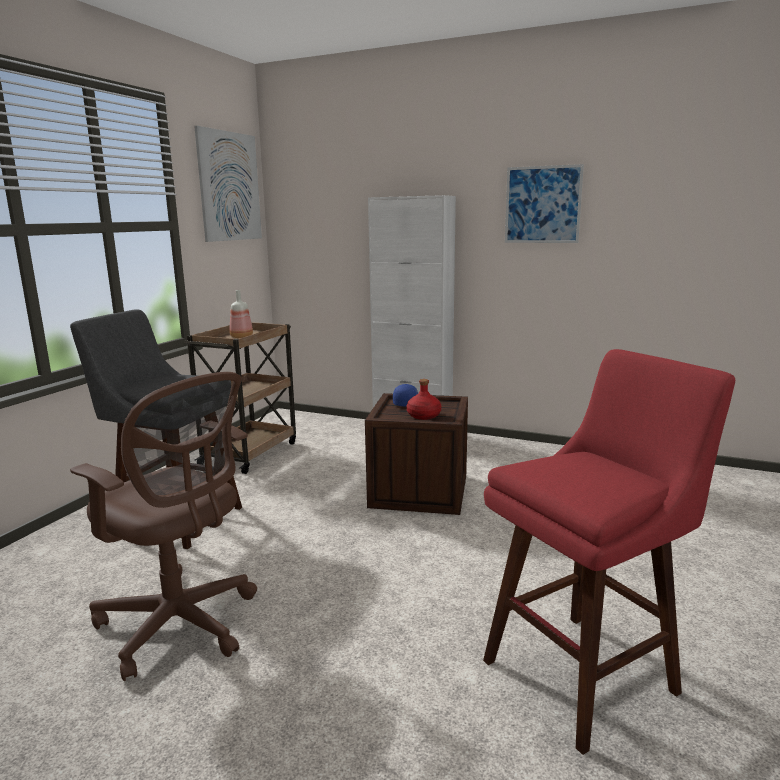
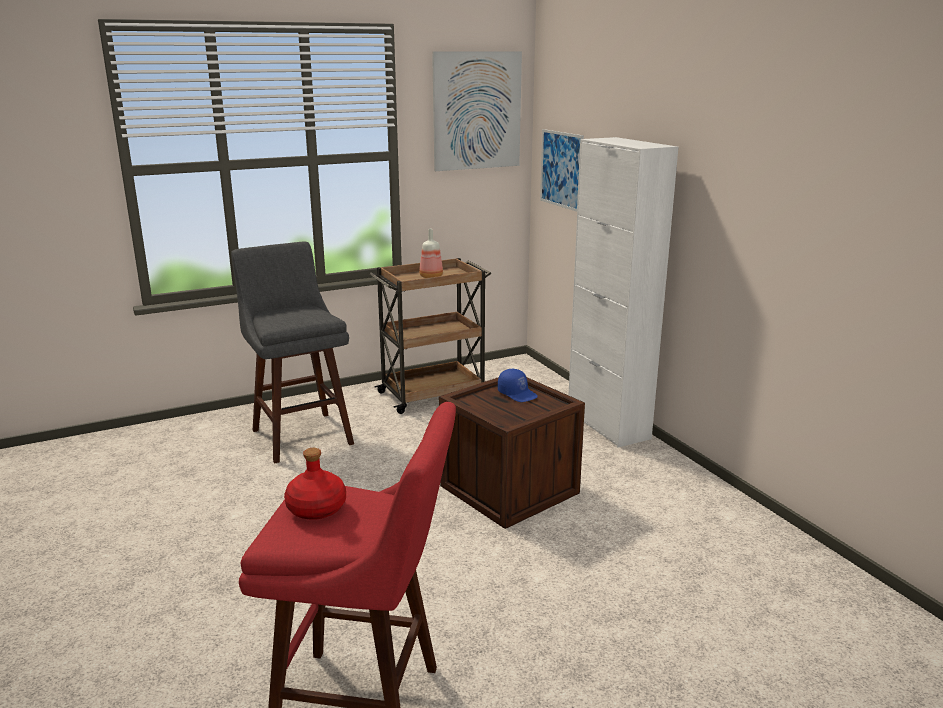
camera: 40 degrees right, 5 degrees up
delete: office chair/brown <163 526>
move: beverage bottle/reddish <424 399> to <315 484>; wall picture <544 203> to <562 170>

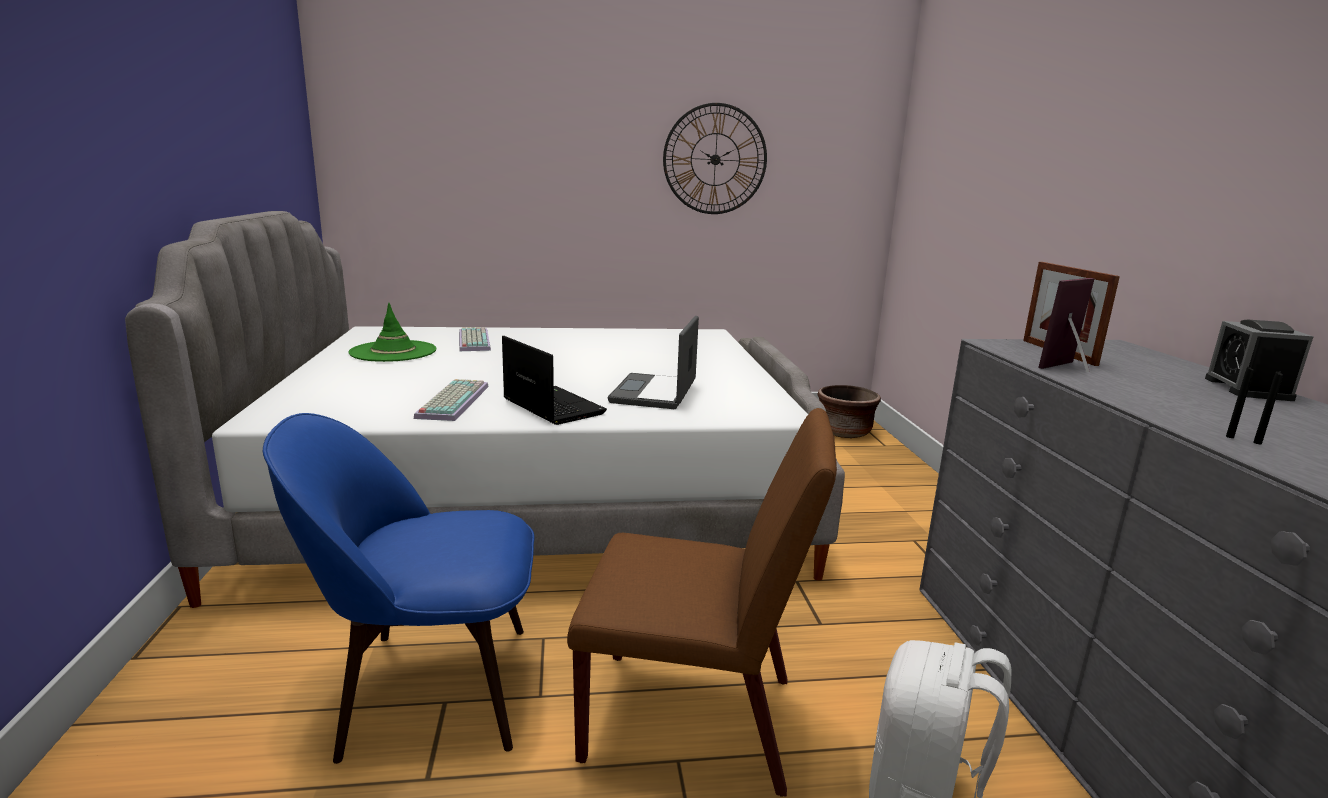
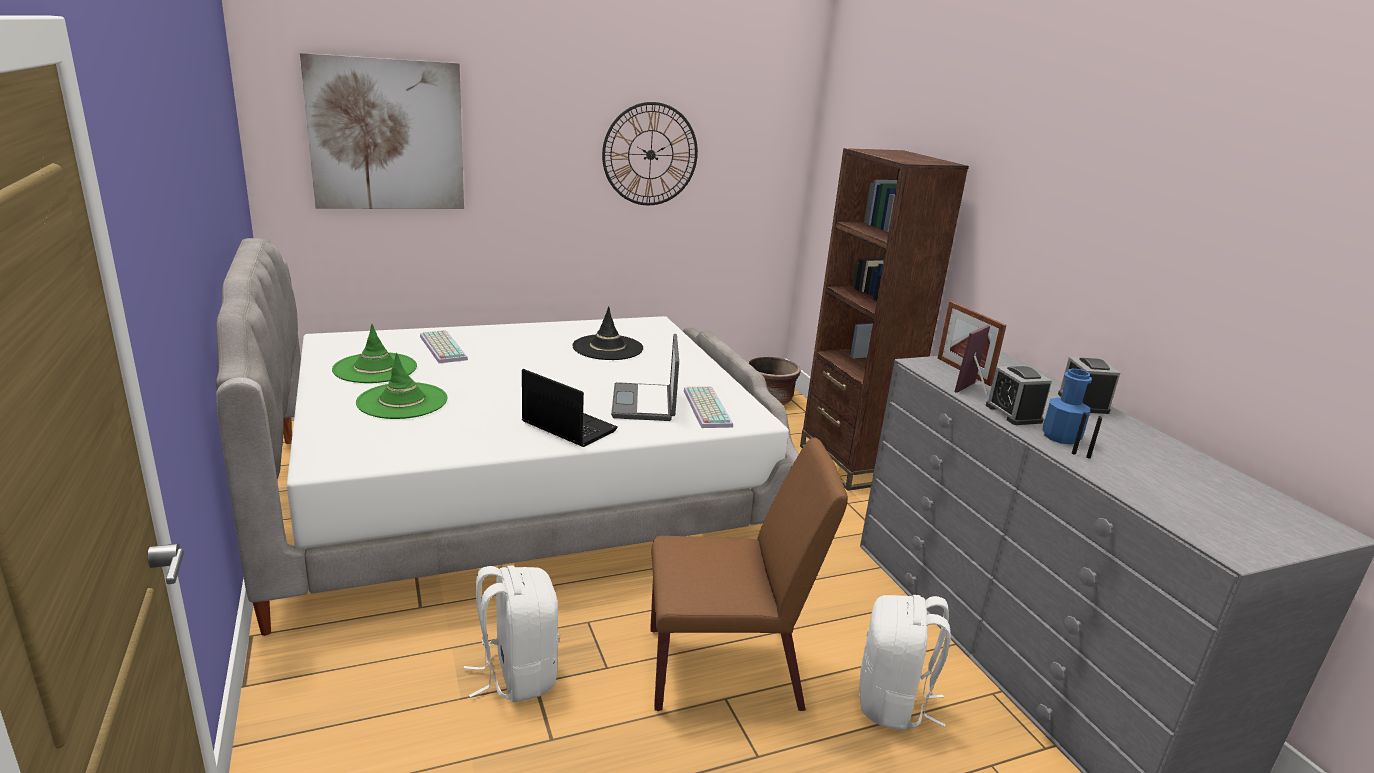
camera: 15 degrees left, 5 degrees up
insert: wall picture <382 131>; clothing hat/green <402 386>; clothing hat/black <607 333>; shelving unit/brown <884 319>; bedside clock <1019 395>; beverage bottle/blue-coloured <1067 407>
move: computer keyboard <451 400> to <708 407>
replace: chair/blue-coloured <398 588> to backpack/white <511 634>

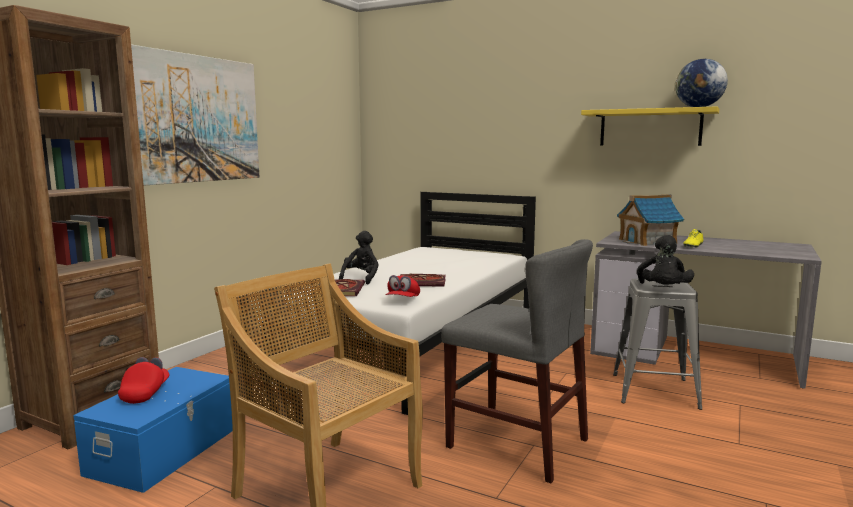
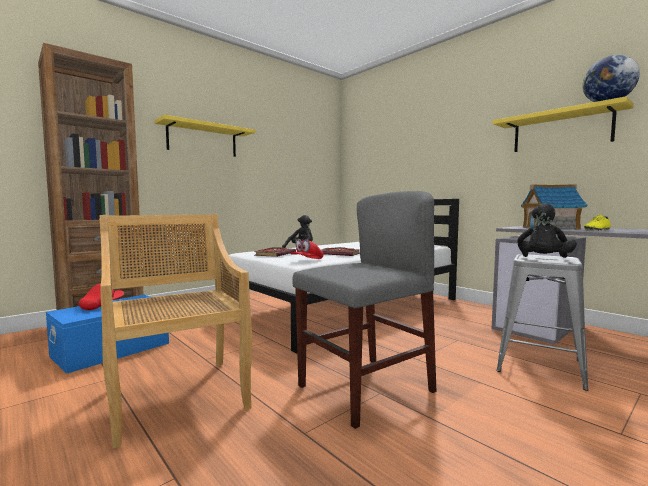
camera: 20 degrees right, 5 degrees down
replace: wall picture <195 114> to bracket shelf/yellow <205 136>
rotate: chair/greyish <517 361> = <364 310> 90 degrees counterclockwise

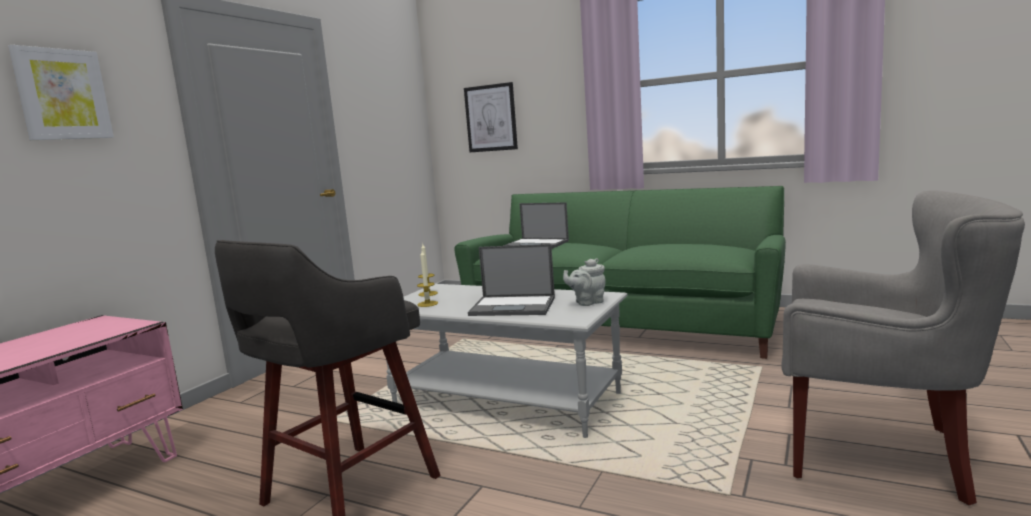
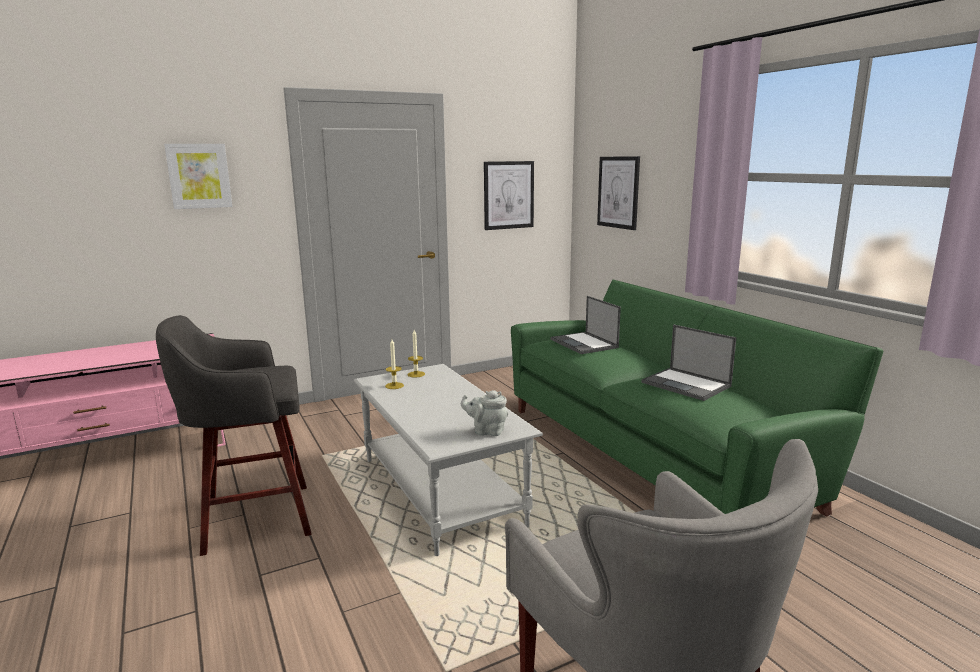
camera: 35 degrees right, 5 degrees up
insert: wall picture <509 195>
move: notebook computer <511 280> to <689 363>

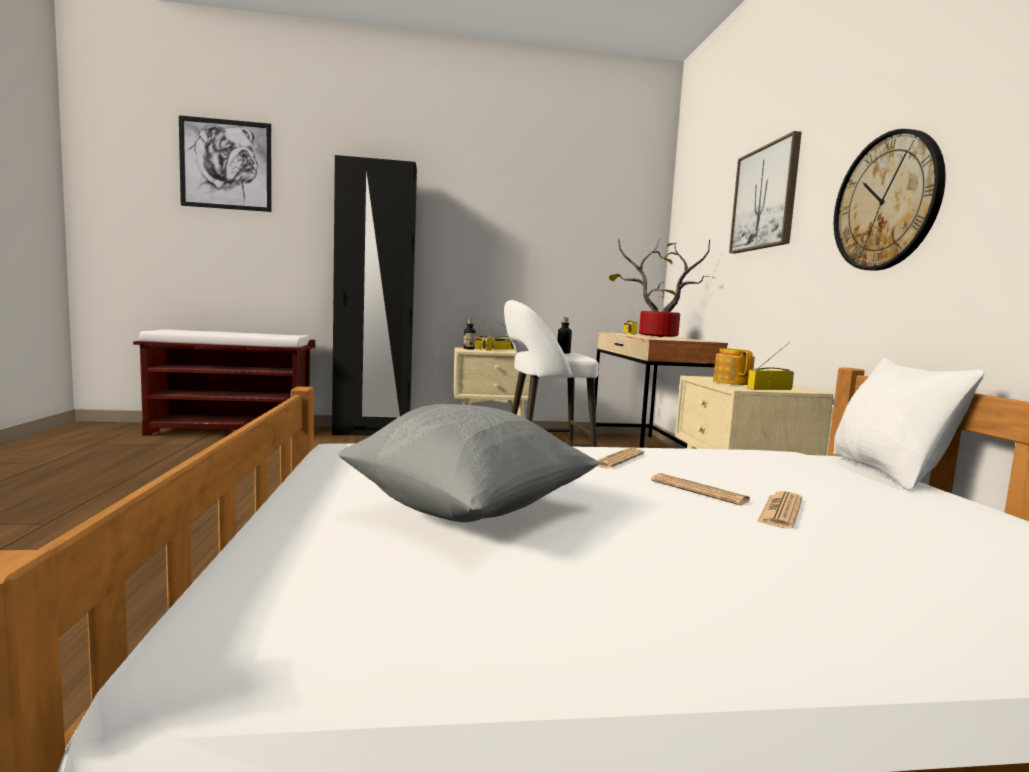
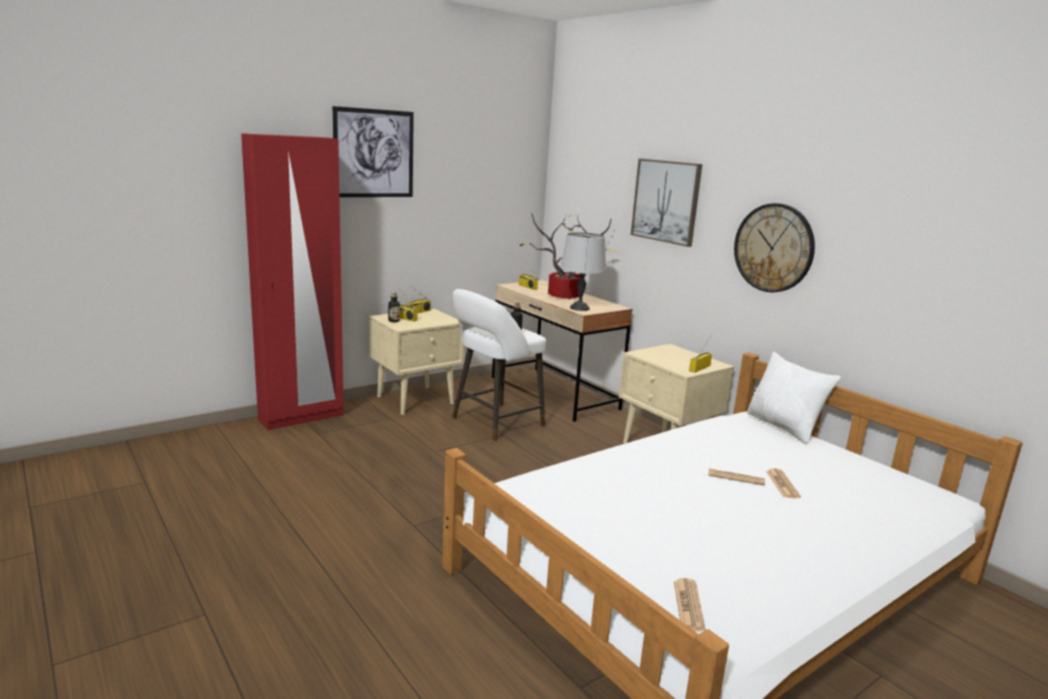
camera: 30 degrees left, 10 degrees up
delete: bench/brown <224 382>; pillow/greyish <469 463>; pot for tea <734 366>
insert: tabletop lamp/greyish <583 271>
move: wall picture <225 163> to <373 151>; daily paper <620 458> to <690 605>
recolor: clothes cupboard/black <374 295> to clothes cupboard/reddish <292 281>

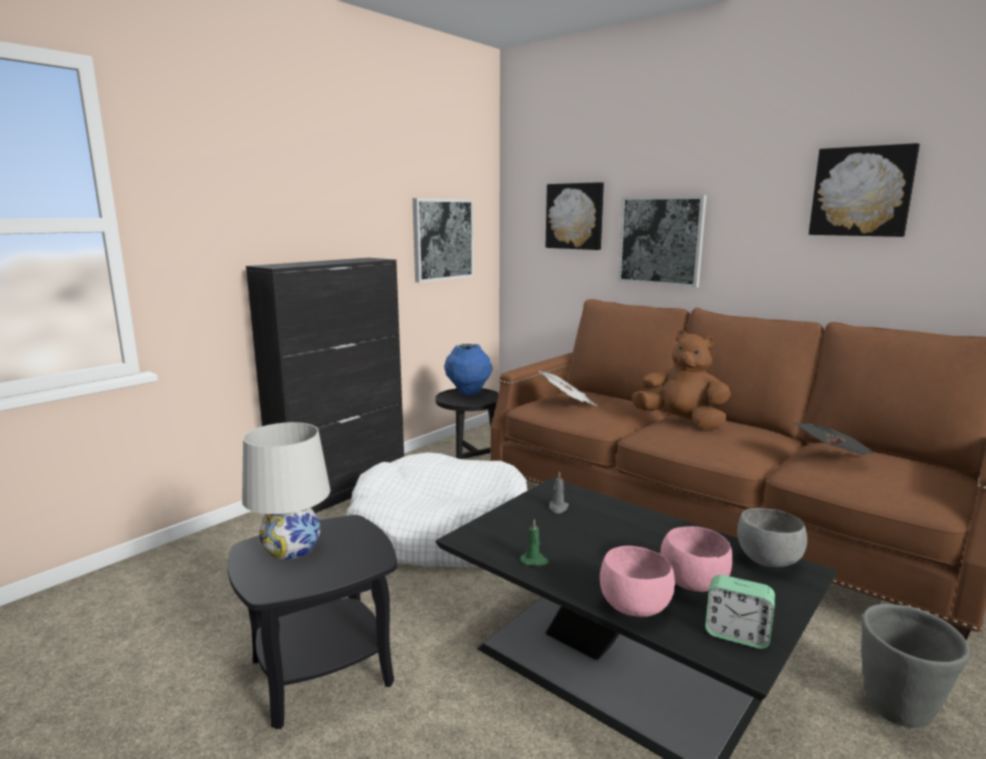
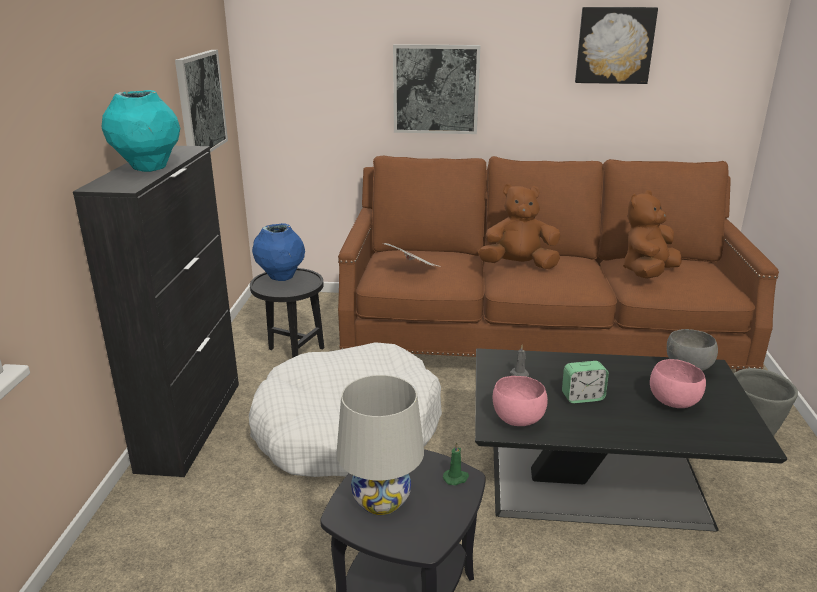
camera: 35 degrees left, 10 degrees up
delete: wall picture <575 216>
insert: decorative vase/turquoise <141 131>
move: wax candle/green <534 542> to <456 463>; serving bowl/pink <637 581> to <520 401>; bedside clock <740 612> to <585 382>
replace: daily paper <833 439> to plush toy/brown <652 234>

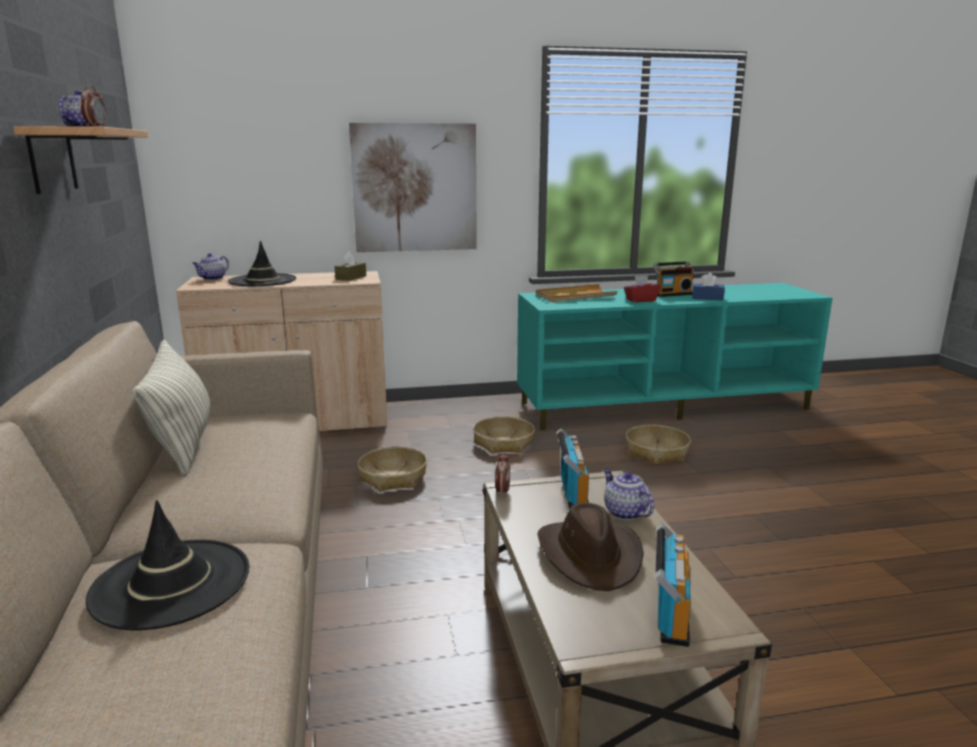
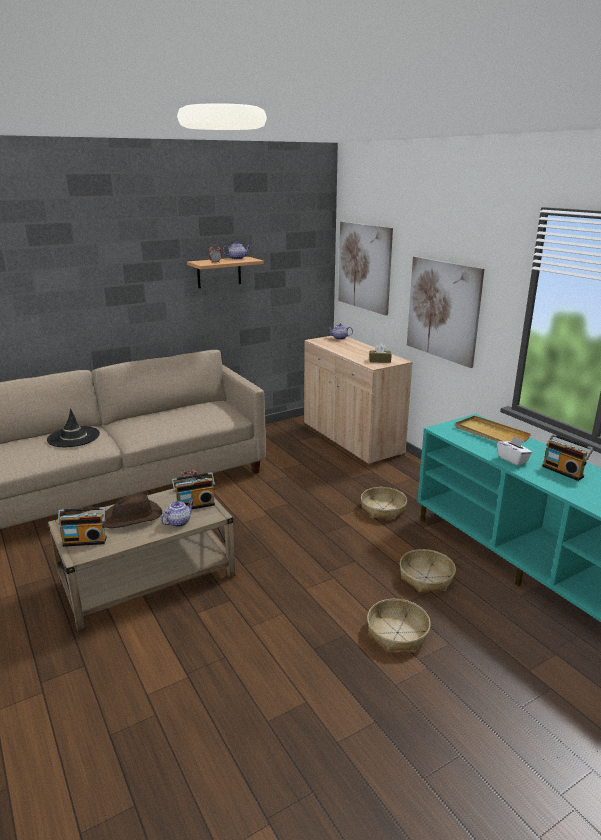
camera: 70 degrees right, 5 degrees up
delete: pillow <171 408>; clothing hat/black <262 263>; box of tissues/blue-coloured <708 287>
insert: wall picture <365 268>
move: storage basket <392 469> to <399 625>
recolor: box of tissues/reddish <642 288> to box of tissues/white <514 450>

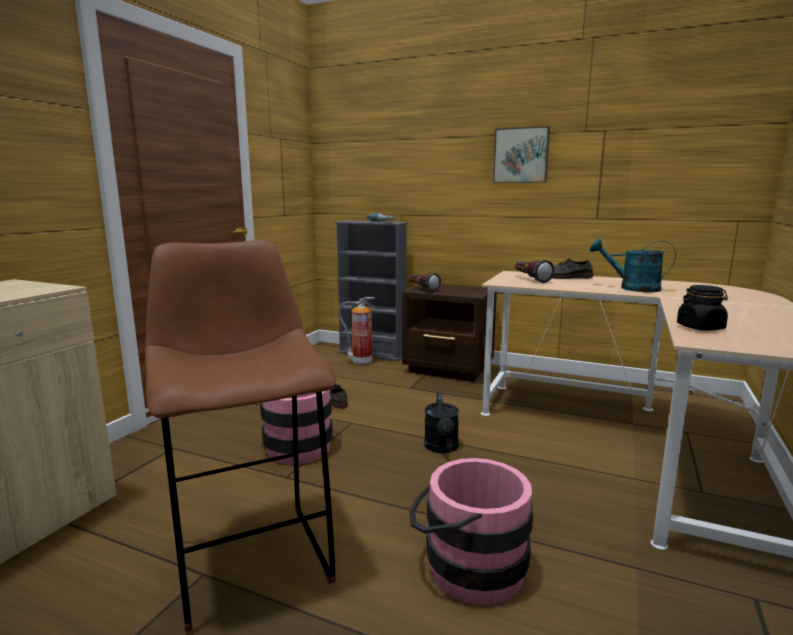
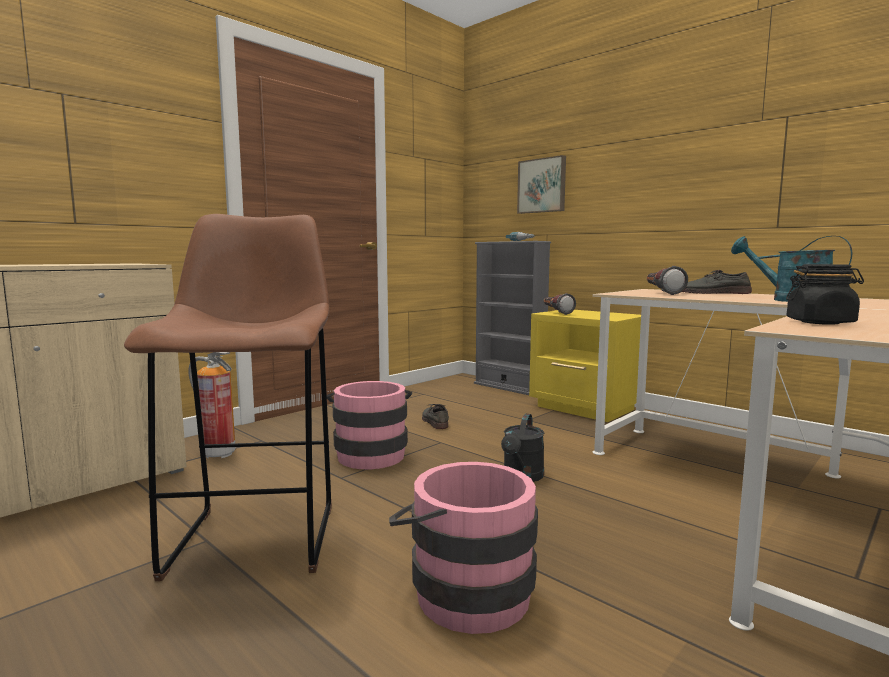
camera: 20 degrees right, 5 degrees down
move: fire extinguisher <357 331> to <212 405>; wall picture <521 154> to <541 184>
recolor: nightstand/brown <449 333> to nightstand/yellow <585 366>

